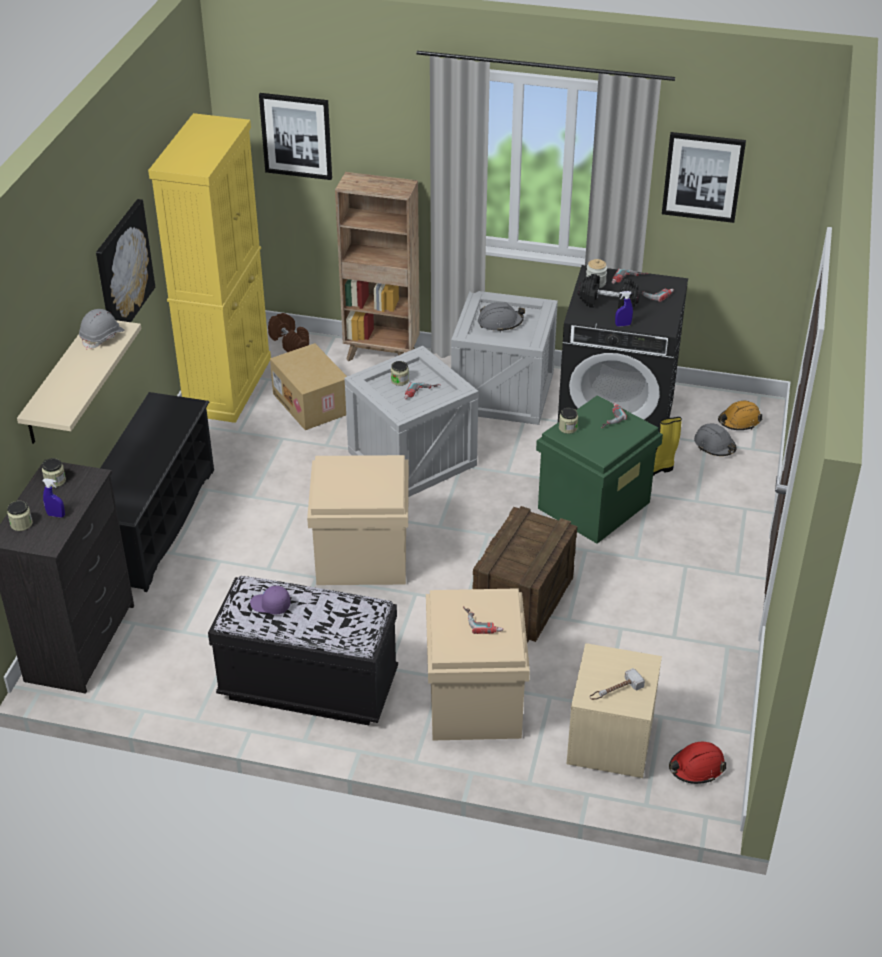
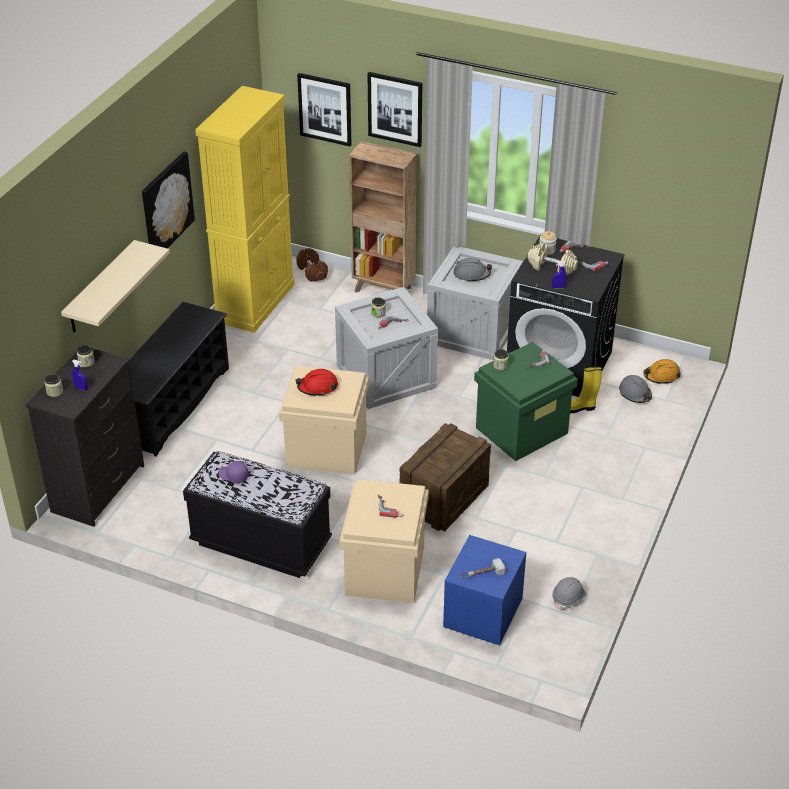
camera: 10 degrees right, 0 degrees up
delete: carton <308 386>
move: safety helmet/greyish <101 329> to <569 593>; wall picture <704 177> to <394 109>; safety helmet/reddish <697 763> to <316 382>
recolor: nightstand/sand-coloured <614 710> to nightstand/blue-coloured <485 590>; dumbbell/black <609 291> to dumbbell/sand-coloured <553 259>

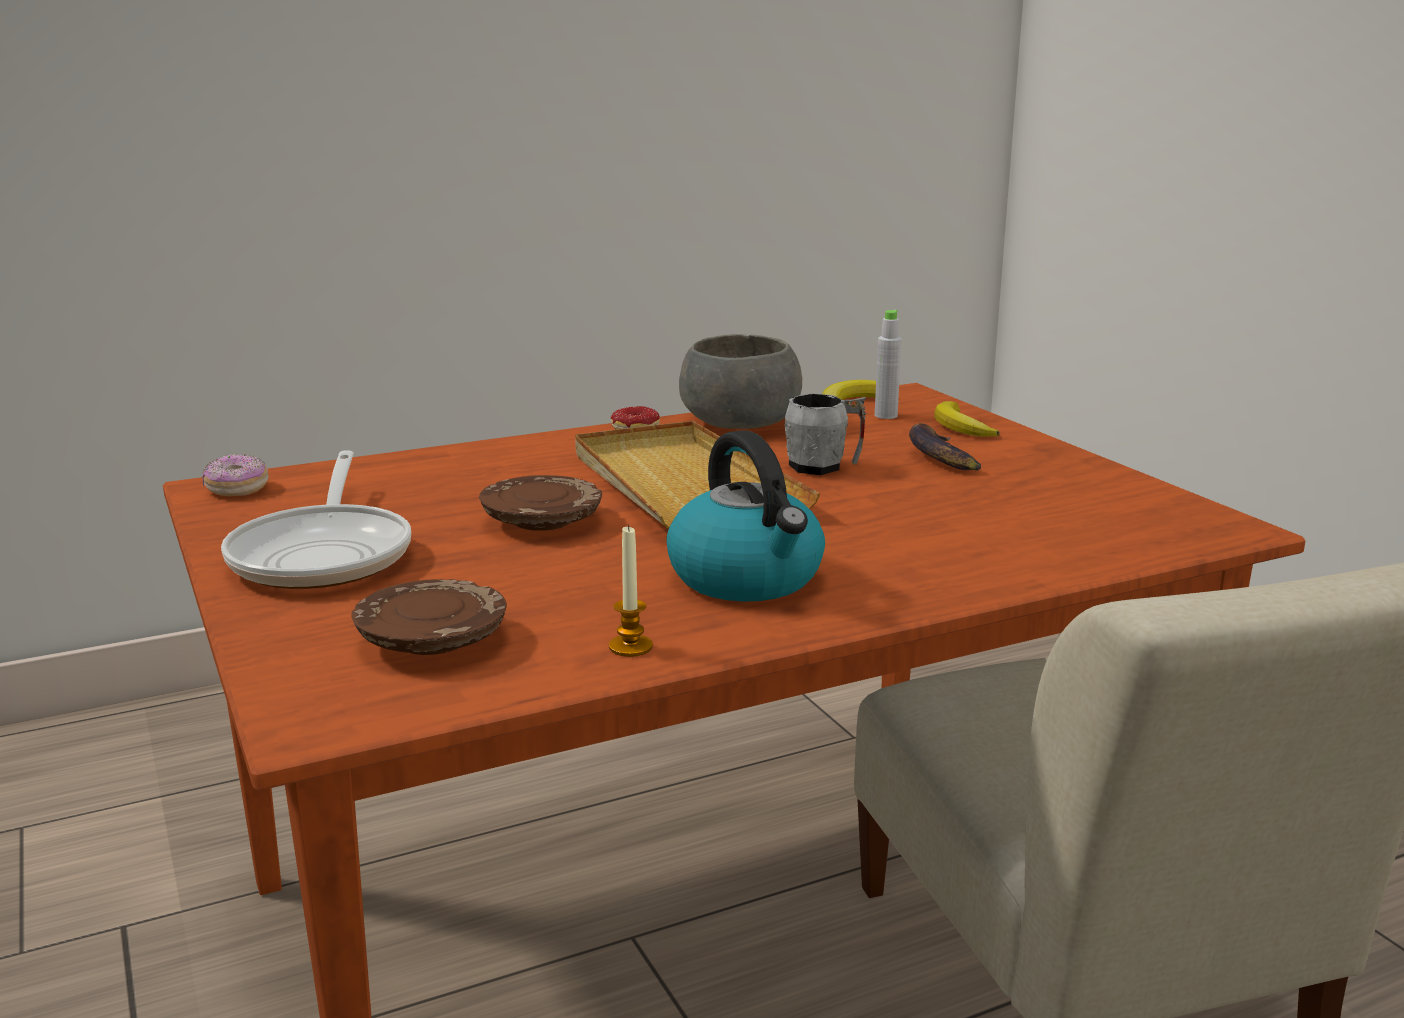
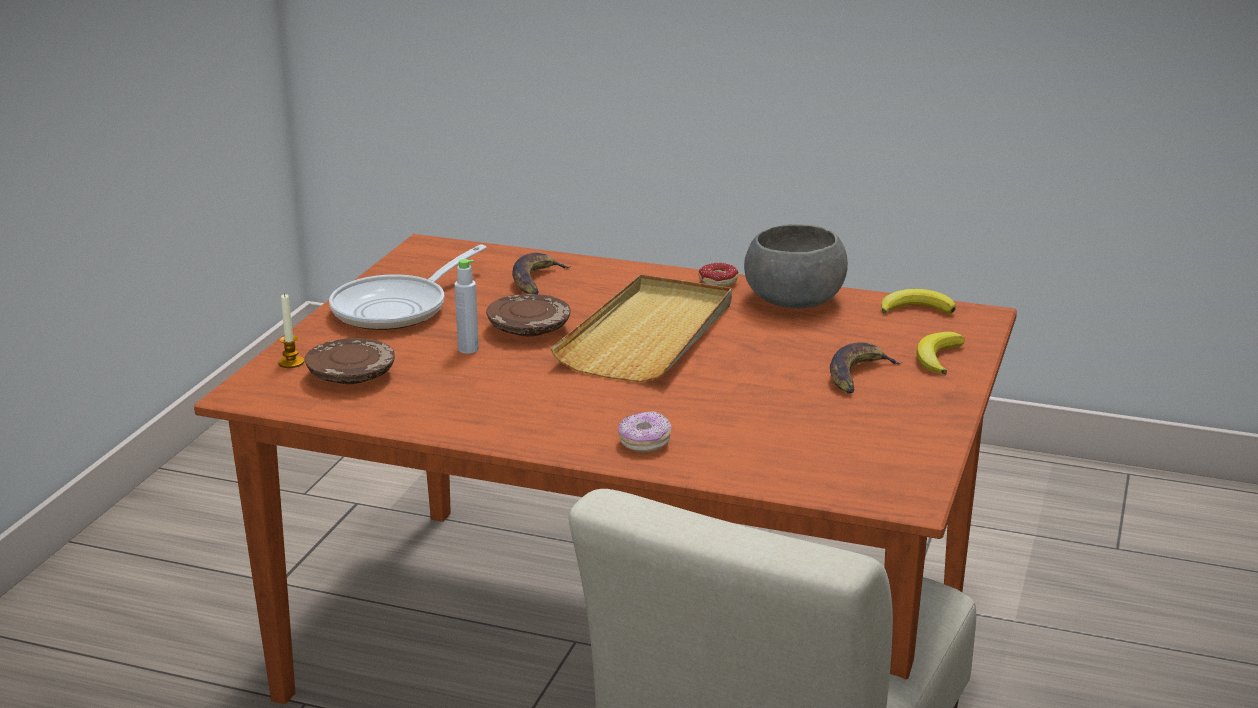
camera: 45 degrees right, 5 degrees up
delete: tea kettle <745 516>; mug/greyish <825 434>
insert: banana <541 273>
move: ring doughnut <235 475> to <644 432>; wax candle <631 590> to <291 330>; beverage bottle/greyish <888 364> to <466 306>

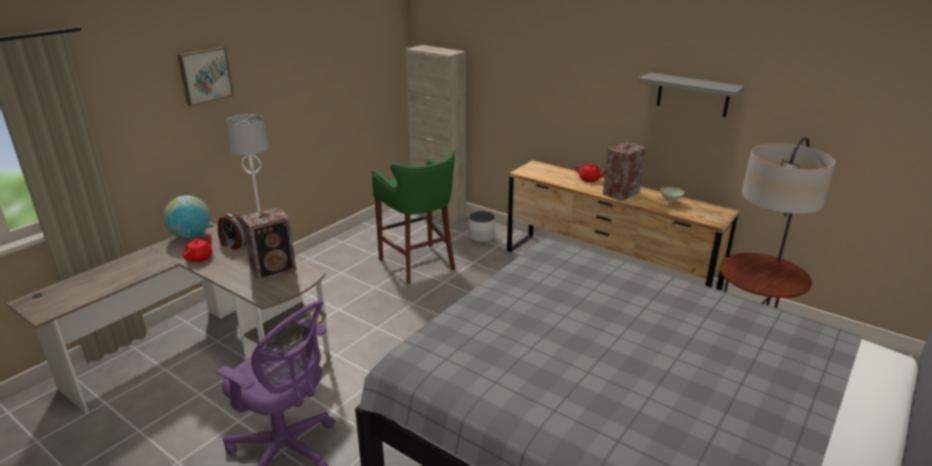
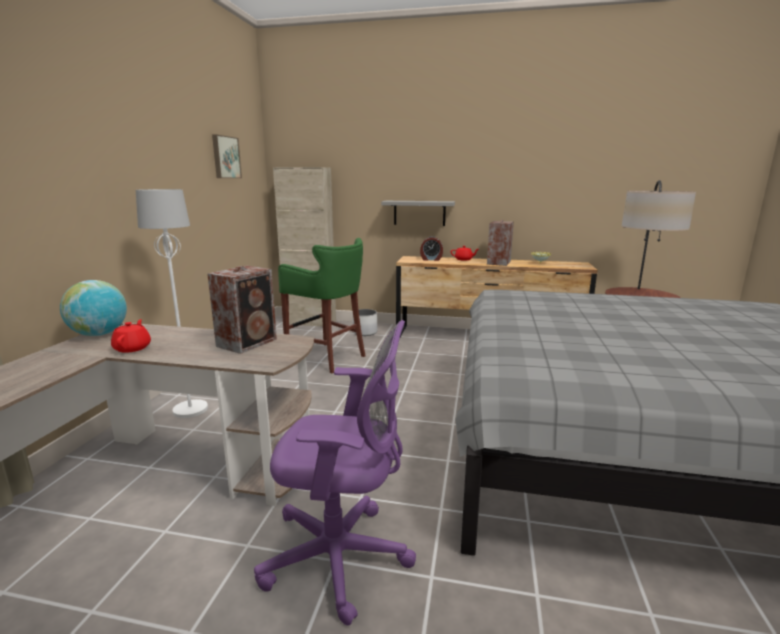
camera: 25 degrees left, 10 degrees down
move: wall picture <205 76> to <227 156>; bedside clock <232 232> to <431 248>; bracket shelf/greyish <691 94> to <418 213>

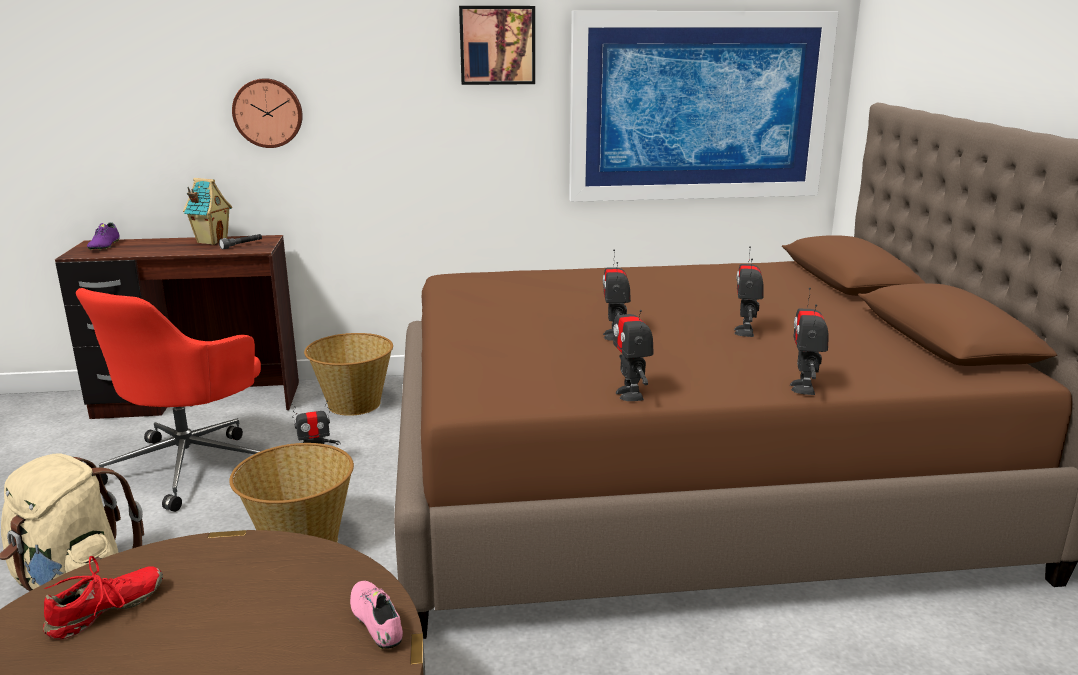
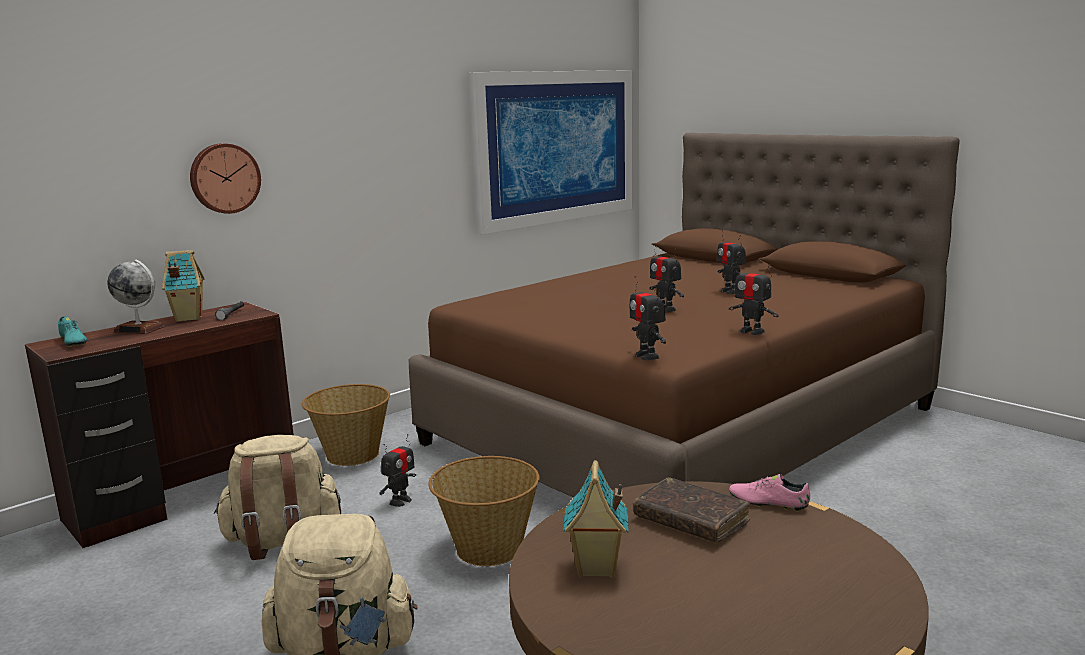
camera: 35 degrees left, 5 degrees down
delete: wall picture <497 45>
insert: world globe <136 297>; bound book/brown <691 510>
move: toy robot <809 341> to <648 318>
replace: low shoe/reddish <103 598> to miniature house <596 519>; office chair/reddish <168 400> to backpack/sand-coloured <277 497>
recolor: low shoe/purple-coloured <103 236> to low shoe/turquoise <72 331>

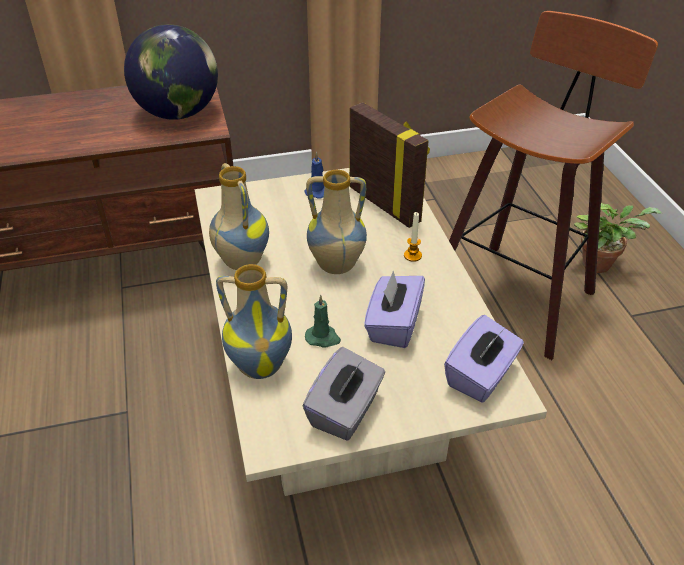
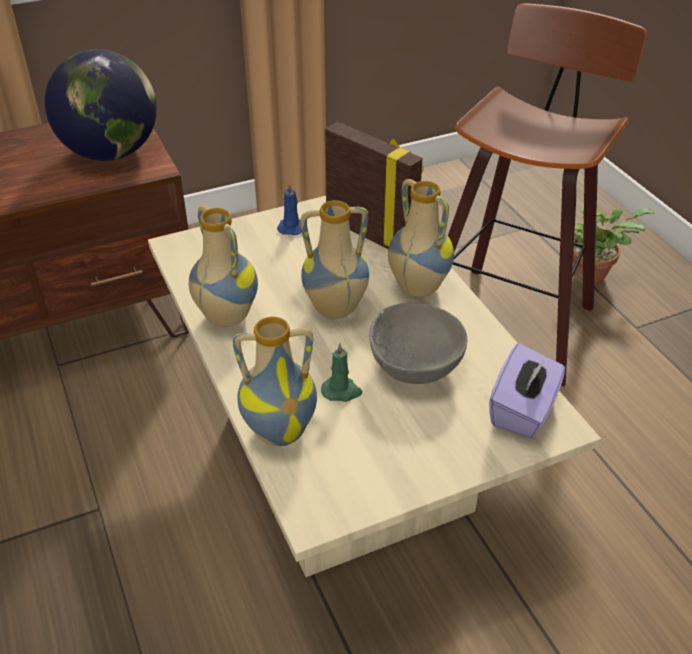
camera: 10 degrees left, 0 degrees up
delete: box of tissues/greyish <344 394>
replace: box of tissues/purple-coloured <394 309> to serving bowl/greyish <418 343>; wax candle <413 237> to decorative vase <421 238>

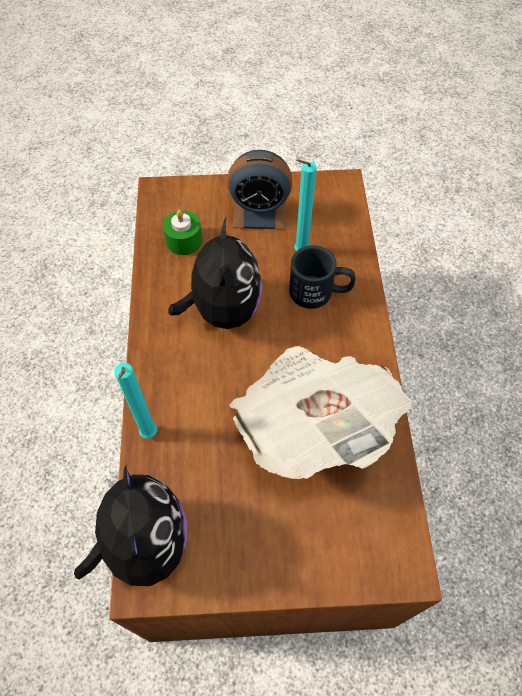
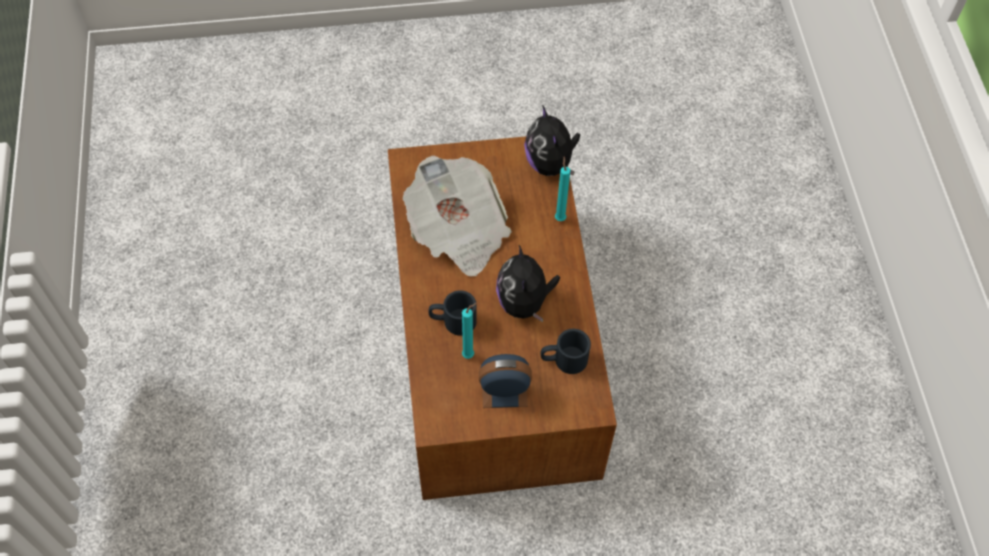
camera: 175 degrees right, 0 degrees up
replace: wax candle/green <182 232> to mug/black <565 351>

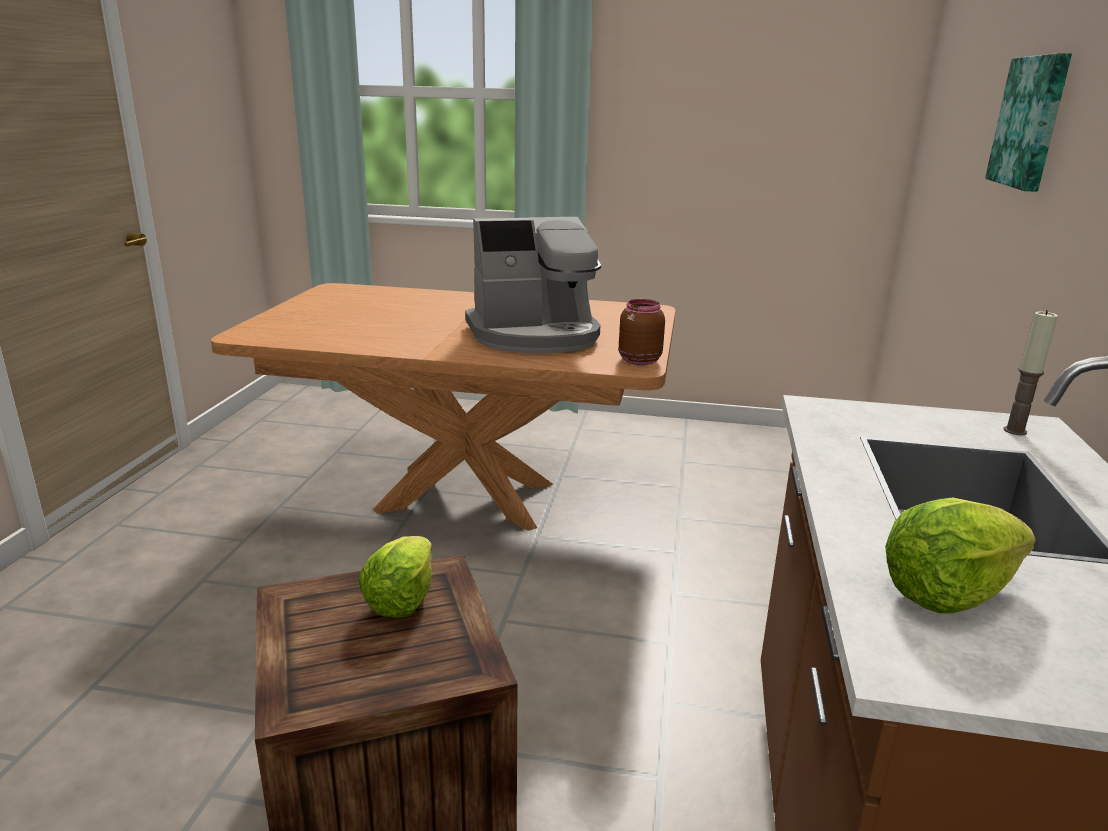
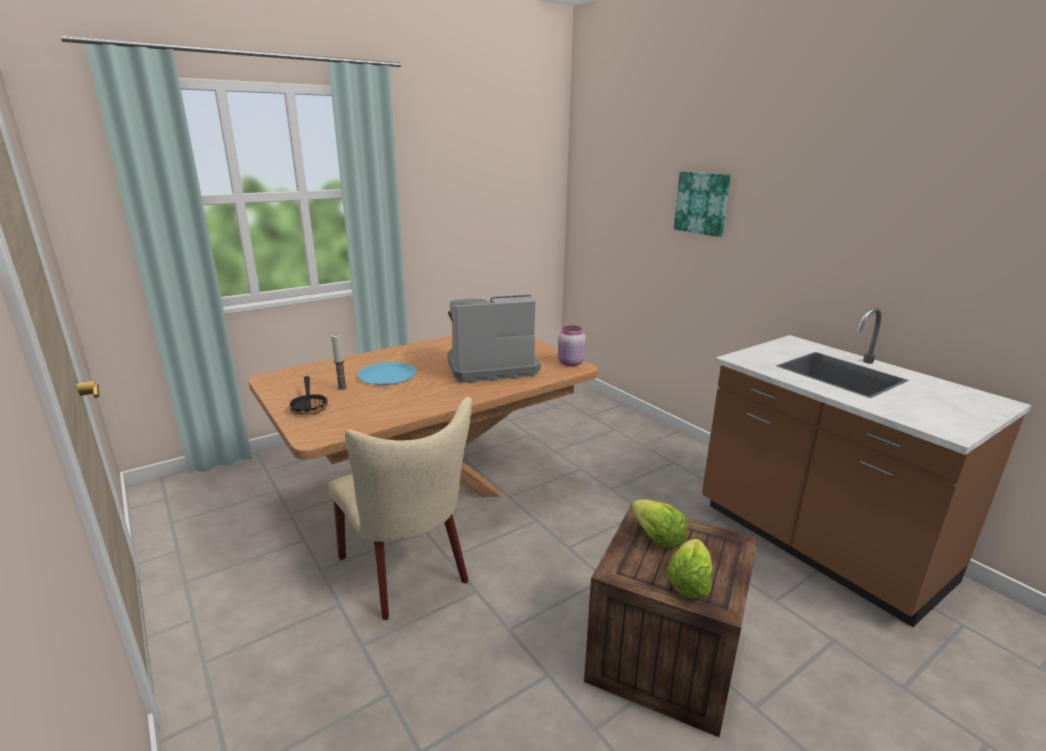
camera: 45 degrees left, 0 degrees up
insert: frying pan <308 395>; chair/sand-coloured <400 508>; plate/blue-coloured <387 373>
move: head of lettuce <960 556> to <690 568>; wax candle <1030 372> to <339 362>
recolor: preserve jar/brown <642 332> to preserve jar/pink <572 346>
rotate: coffee maker <533 285> = <494 339> 135 degrees counterclockwise

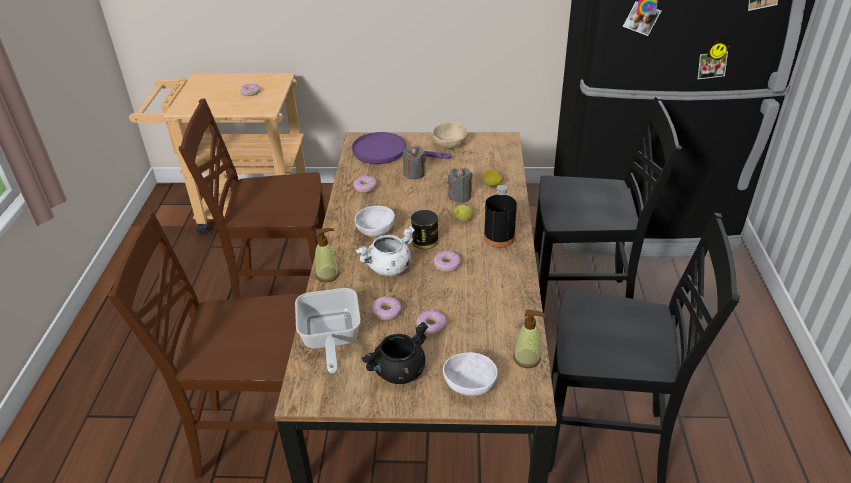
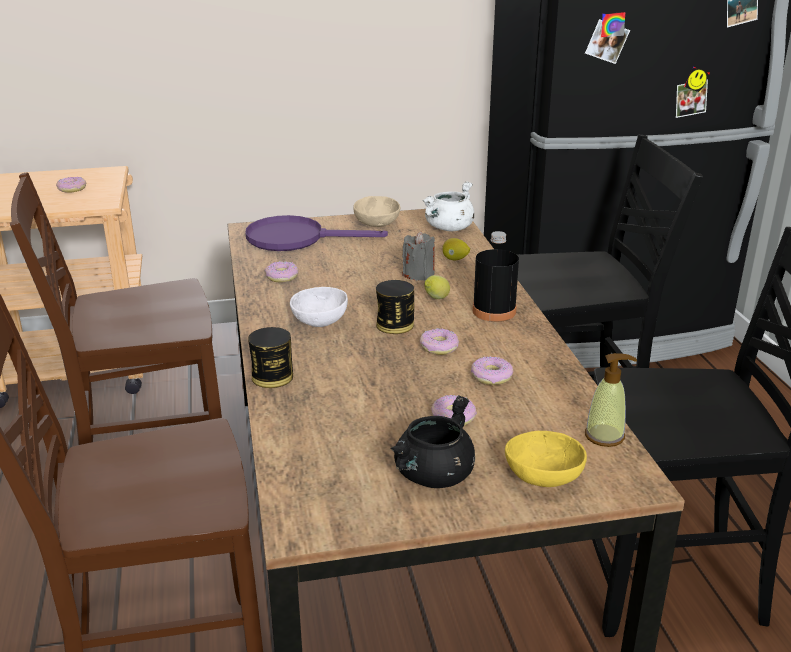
camera: 15 degrees left, 10 degrees down
delete: frying pan <328 331>; wax candle/greyish <414 162>
move: stockpot/white <385 251> to <448 206>; ring doughnut <387 308> to <492 371>
replace: liquid soap bottle <327 255> to metal can <270 357>
recolor: serving bowl/white <470 374> to serving bowl/yellow <546 459>

